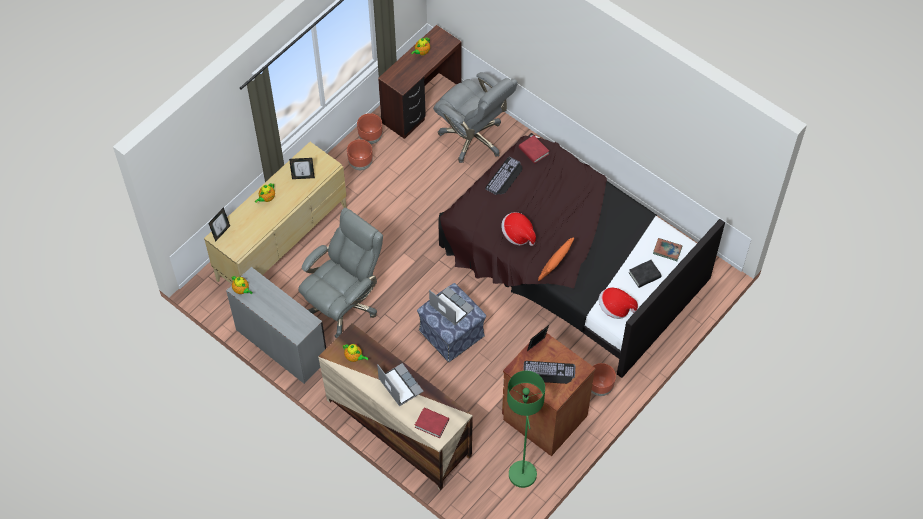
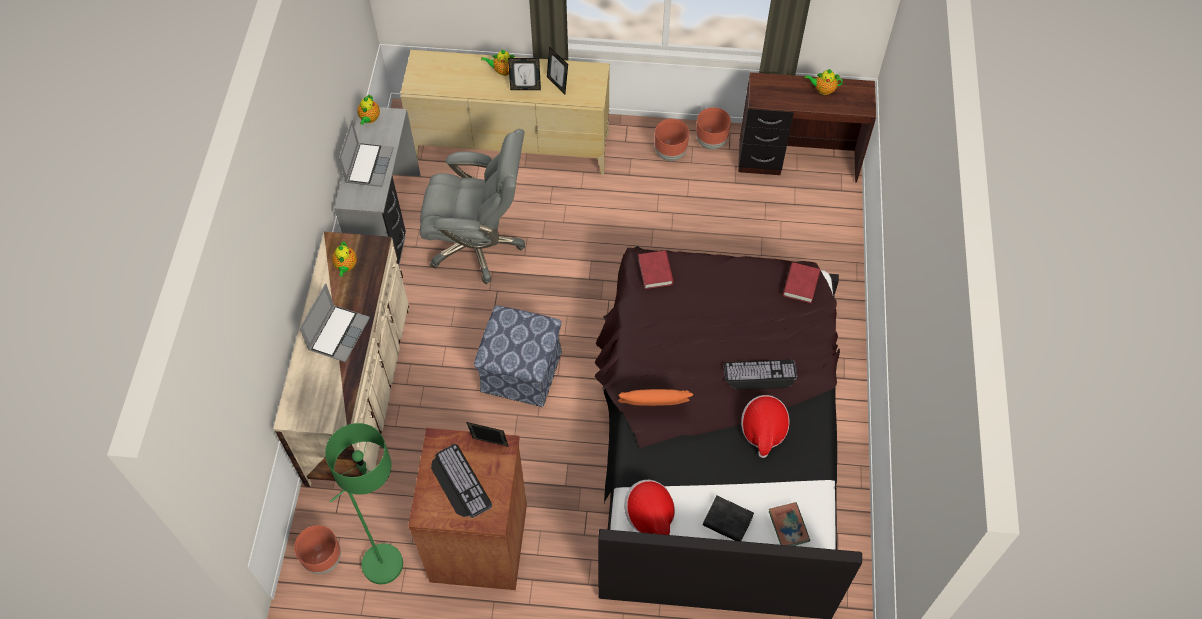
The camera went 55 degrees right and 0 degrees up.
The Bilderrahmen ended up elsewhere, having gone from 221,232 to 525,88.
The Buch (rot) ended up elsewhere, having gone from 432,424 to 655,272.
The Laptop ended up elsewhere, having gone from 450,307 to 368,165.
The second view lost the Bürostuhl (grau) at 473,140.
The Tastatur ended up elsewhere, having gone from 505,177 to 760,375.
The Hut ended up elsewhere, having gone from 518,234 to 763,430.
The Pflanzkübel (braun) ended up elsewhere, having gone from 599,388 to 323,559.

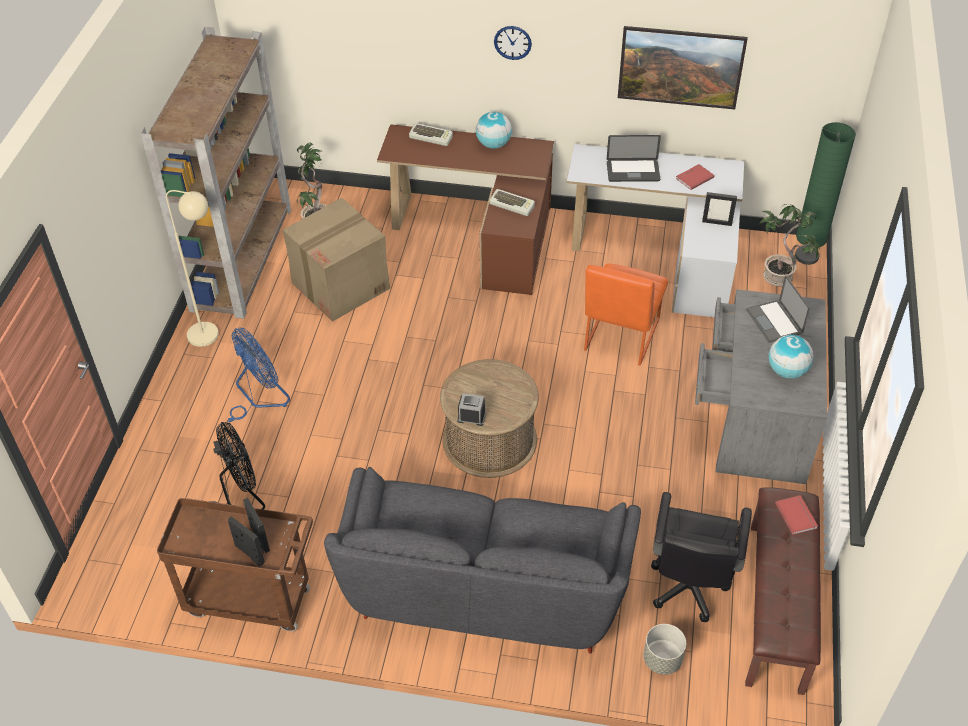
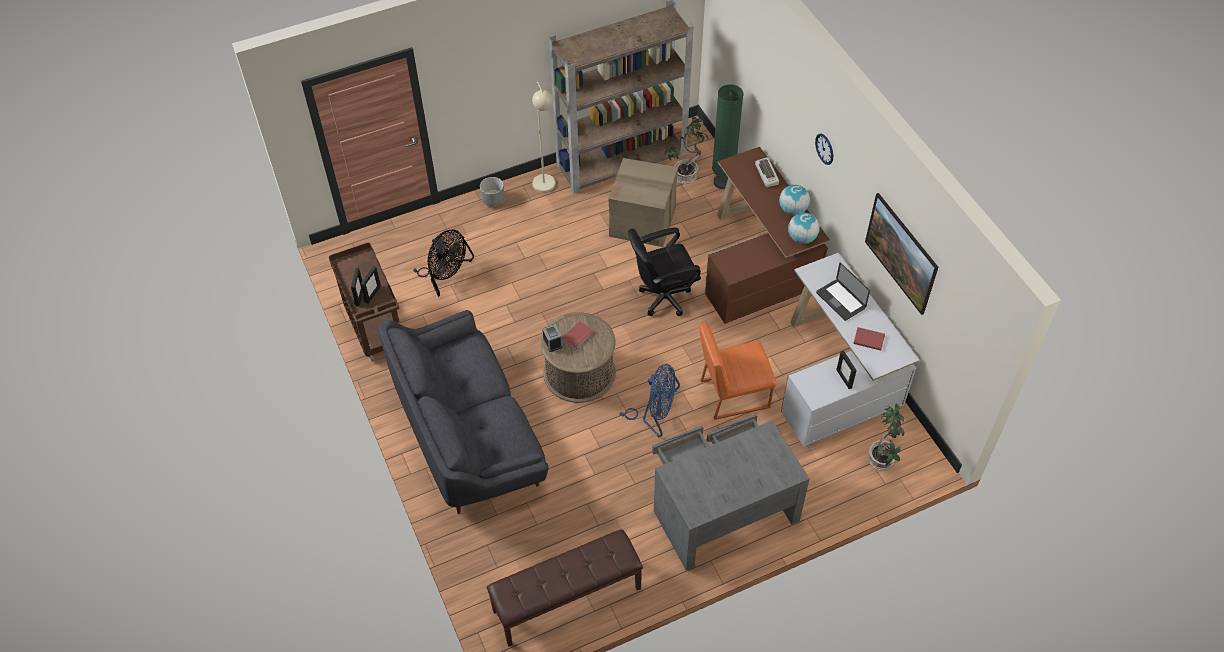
The camera went 55 degrees right and 5 degrees up.
The Ventilator (blau) ended up elsewhere, having gone from 256,393 to 655,412.
The second view lost the Tastatur at 513,205.
The Pflanzkübel (grau) ended up elsewhere, having gone from 662,660 to 493,200.
The Bürostuhl (schwarz) ended up elsewhere, having gone from 688,592 to 662,300.
The second view lost the Laptop at 775,322.
The Globus ended up elsewhere, having gone from 787,371 to 802,238.
The Buch (rot) ended up elsewhere, having gone from 797,515 to 579,336.
The Stehlampe (grün) ended up elsewhere, having gone from 806,256 to 722,182.

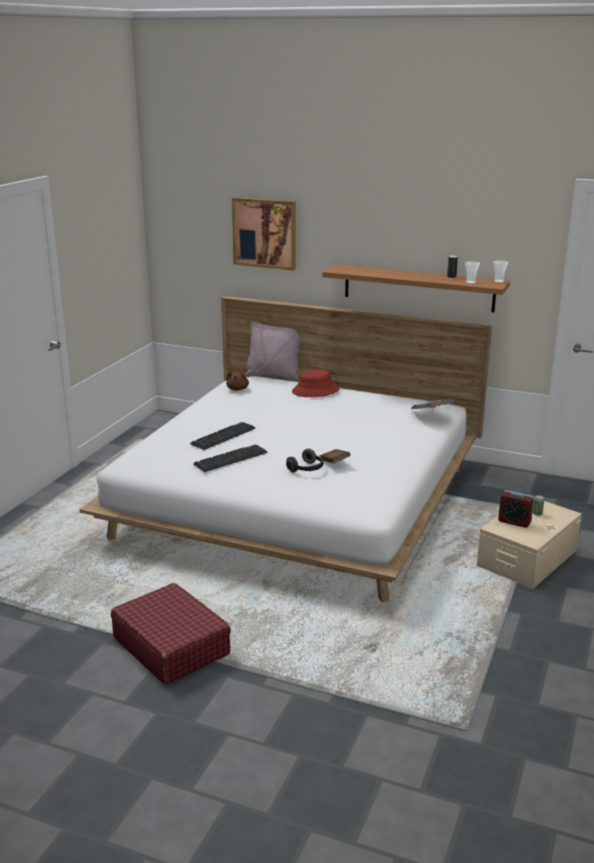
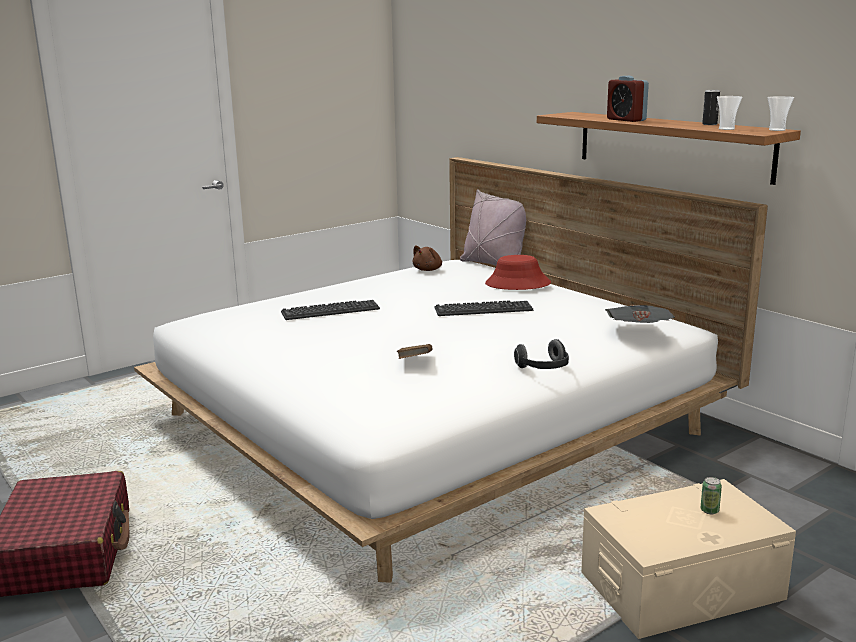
The camera went 30 degrees right and 5 degrees down.
The Tastatur ended up elsewhere, having gone from 230,459 to 483,309.
The second view lost the Bild at 264,233.
The Kopfhörer ended up elsewhere, having gone from 307,469 to 544,369.
The Wecker ended up elsewhere, having gone from 514,522 to 626,120.

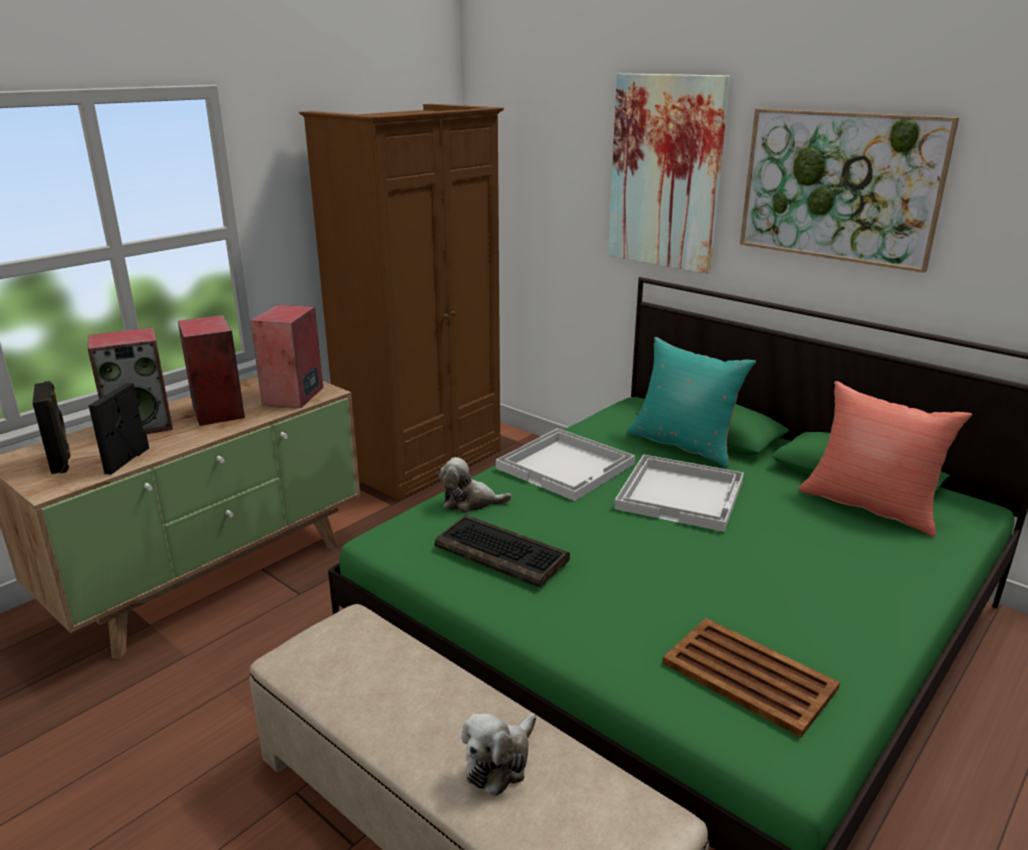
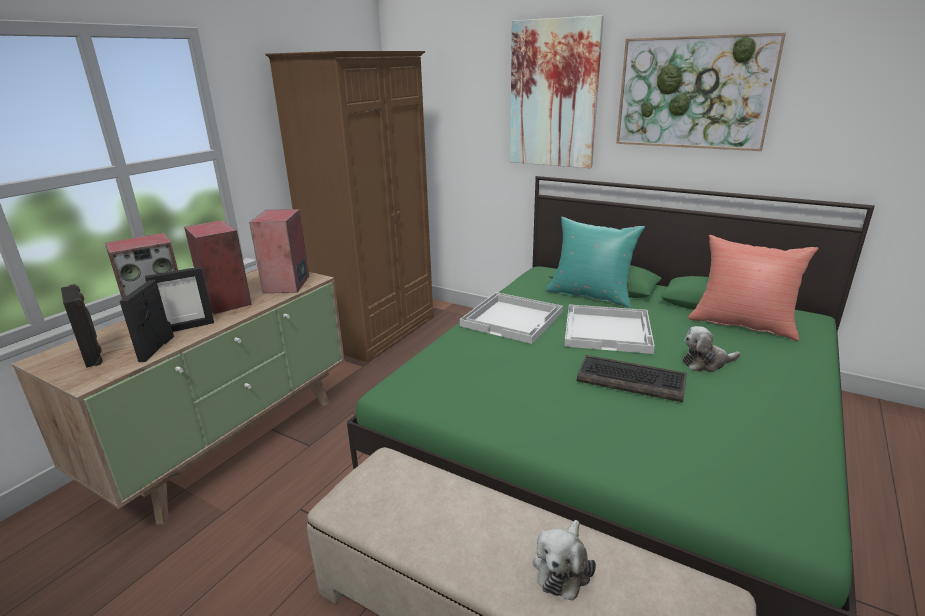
The camera went 10 degrees left and 0 degrees up.
The Tastatur ended up elsewhere, having gone from 503,553 to 632,380.
The Plüschtier ended up elsewhere, having gone from 470,502 to 706,363.
The second view lost the Tablett (braun) at 747,674.
The second view gained the Bilderrahmen at 187,327.

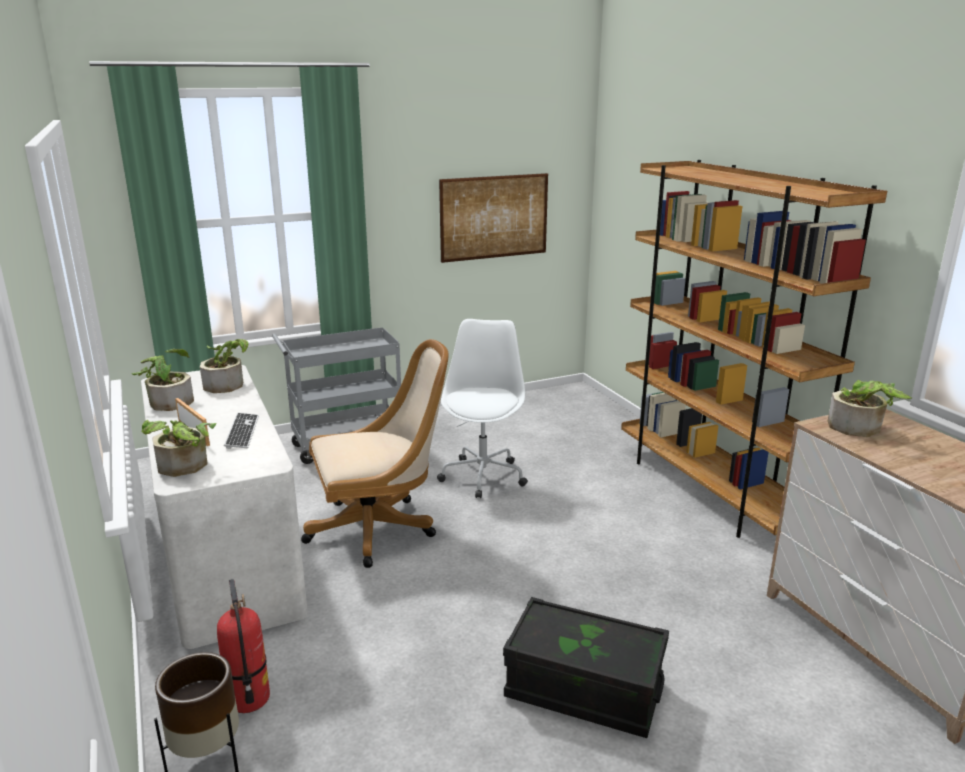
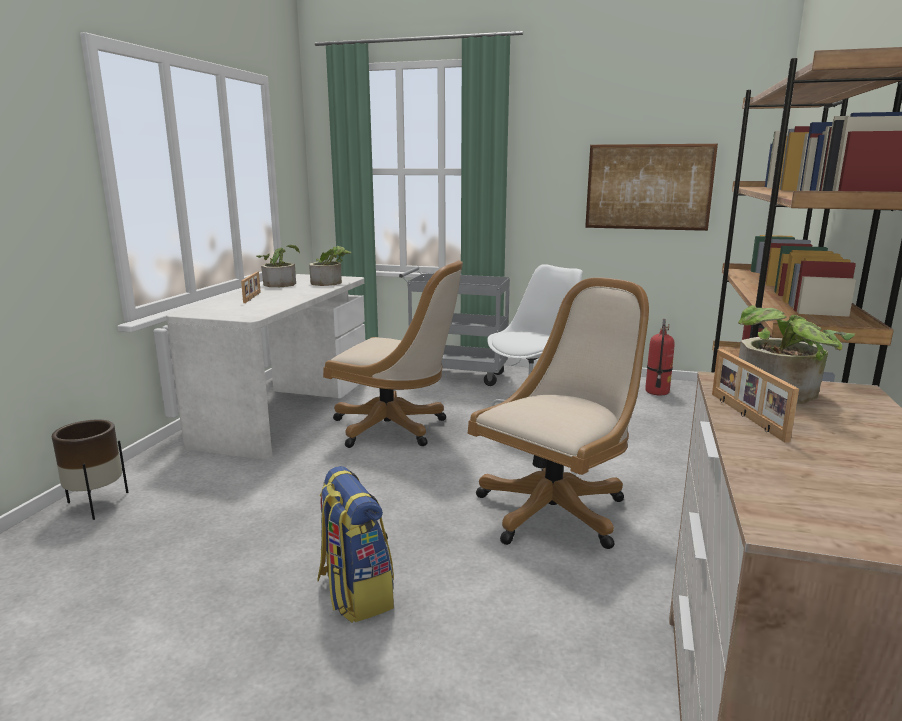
The camera went 40 degrees right and 5 degrees down.
The second view lost the Topfpflanze at 184,468.
The Feuerlöscher ended up elsewhere, having gone from 248,699 to 656,391.
The second view lost the Tastatur at 242,432.
Where the Aufbewahrungsbox (schwarz) stood at 584,690, the Rucksack came to stand at 354,593.
The second view gained the Bürostuhl at 558,507.
The second view gained the Bilderrahmen at 745,416.

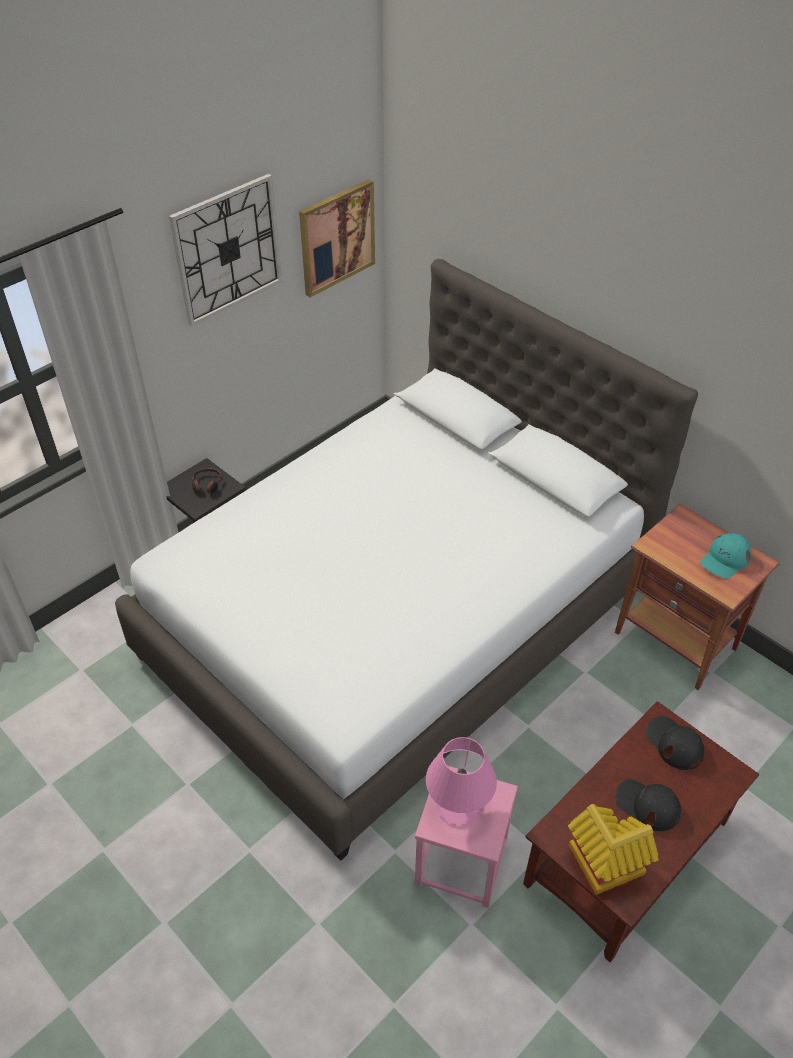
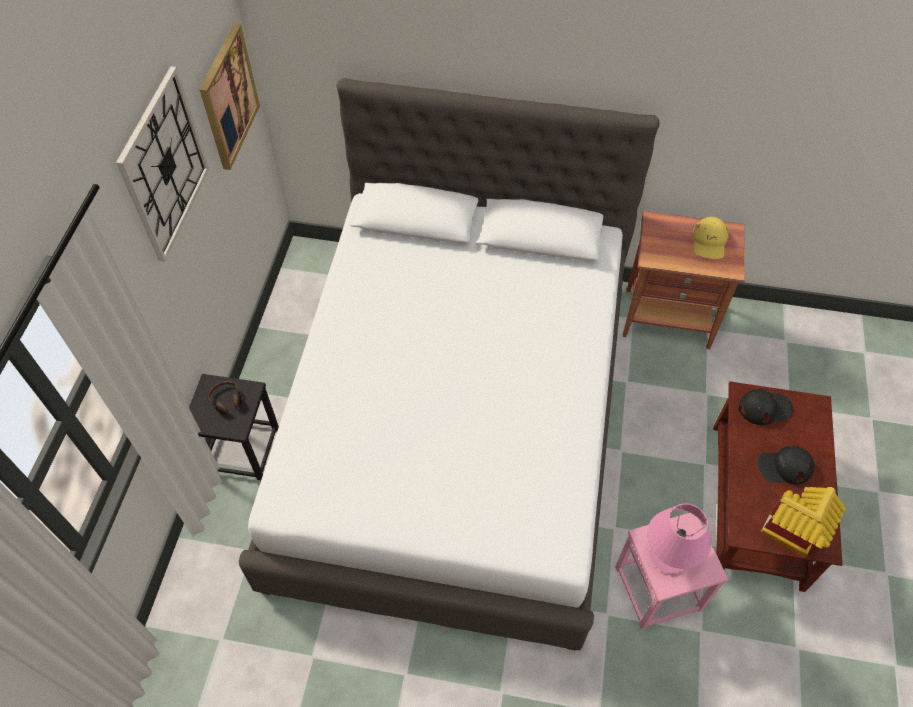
The camera went 35 degrees left and 10 degrees up.
The Kappe (schwarz) at 674,743 ended up facing another way, 150 degrees clockwise from before.
What was the Kappe (türkis) at 725,559 turned into the Kappe (gelb) at 709,241.

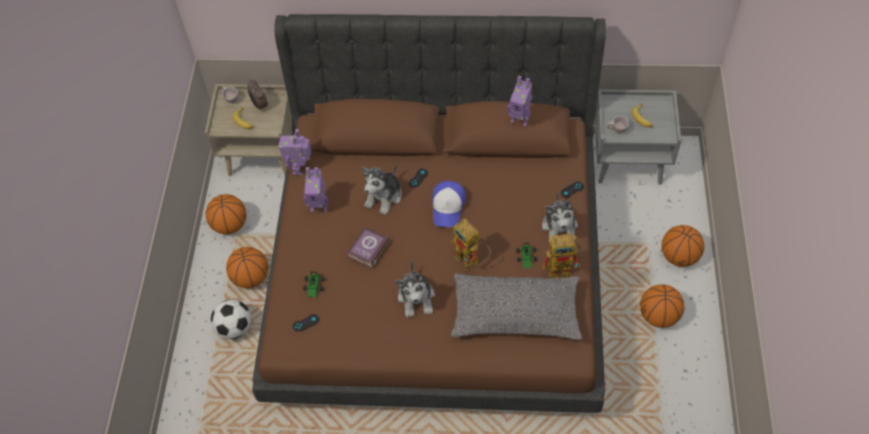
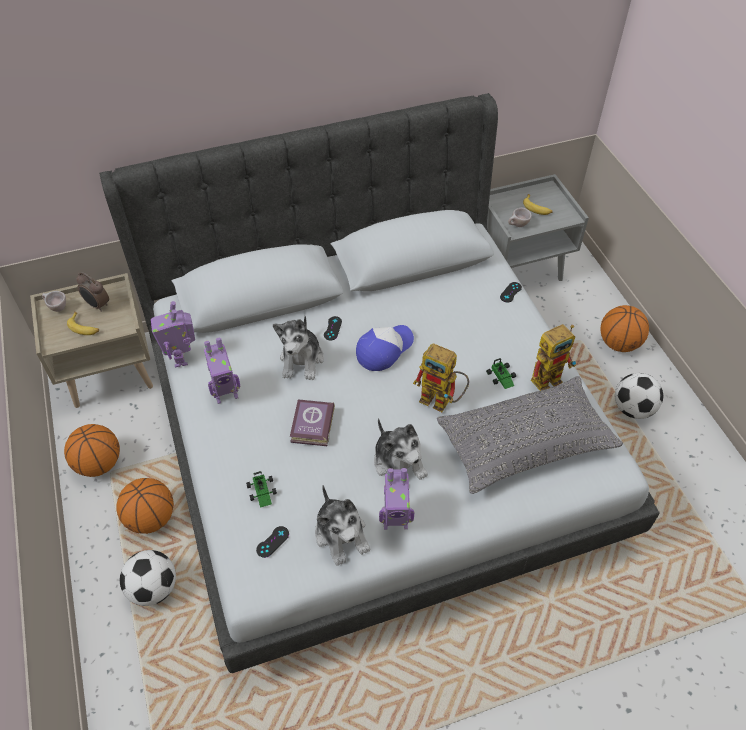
The camera went 25 degrees left and 5 degrees down.
What was the Bett (braun) at 437,266 turned into the Bett (grau) at 373,432.
The Kappe at 448,207 ended up facing another way, 120 degrees counterclockwise from before.
The Spielzeugroboter ended up elsewhere, having gone from 520,120 to 395,520.
The Plüschtier ended up elsewhere, having gone from 560,227 to 341,534.
Where the Basketball stood at 658,316, the Fußball came to stand at 632,409.

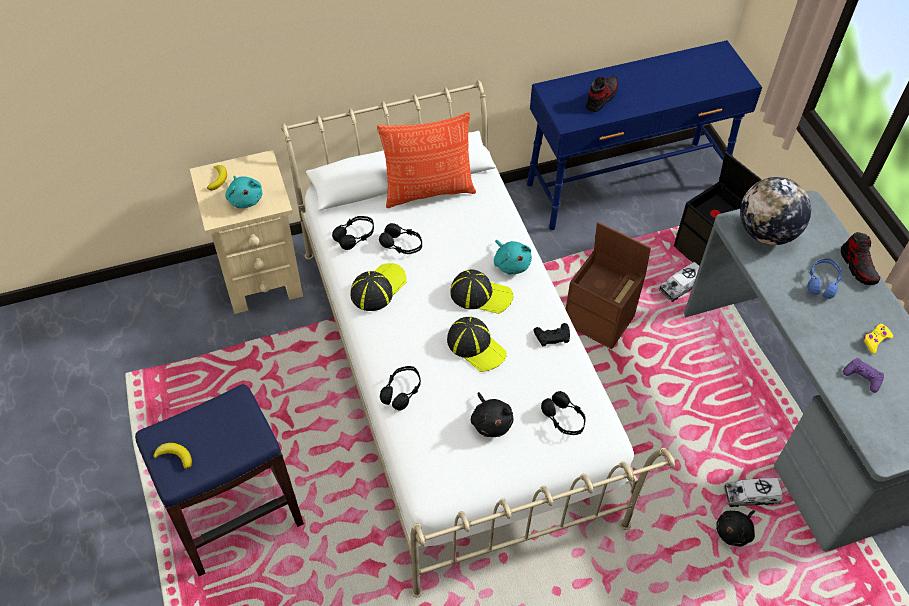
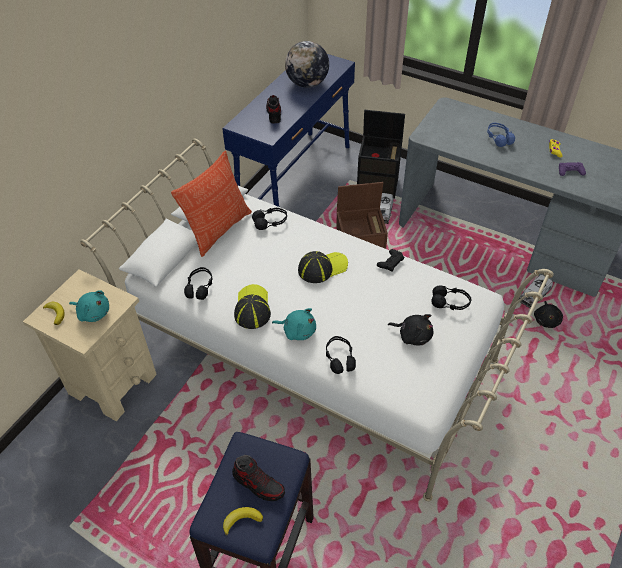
The camera went 40 degrees left and 5 degrees down.
The Kopfhörer (schwarz) ended up elsewhere, having gone from 402,245 to 270,222.
The second view lost the Kappe at 476,346.
The Plüschtier (türkis) ended up elsewhere, having gone from 511,263 to 297,331.
The Globus ended up elsewhere, having gone from 766,233 to 307,84.
The Schuh ended up elsewhere, having gone from 858,267 to 259,484.

